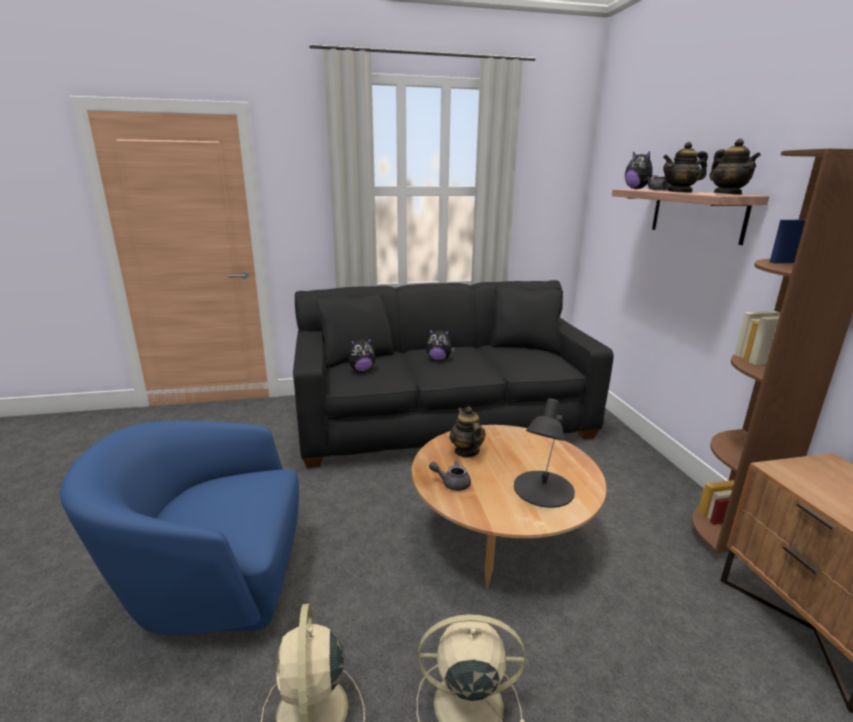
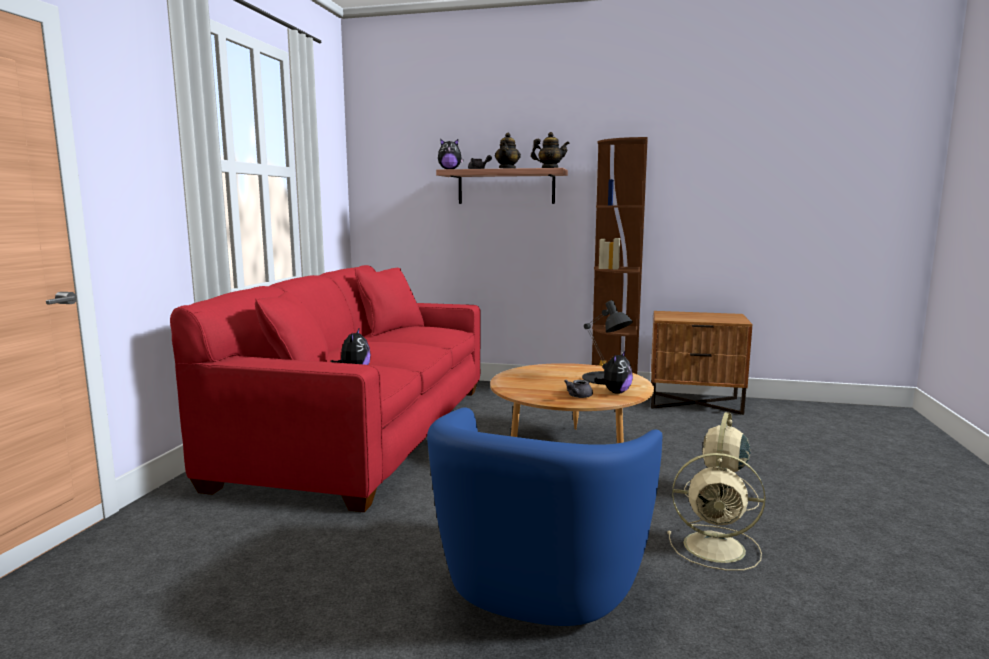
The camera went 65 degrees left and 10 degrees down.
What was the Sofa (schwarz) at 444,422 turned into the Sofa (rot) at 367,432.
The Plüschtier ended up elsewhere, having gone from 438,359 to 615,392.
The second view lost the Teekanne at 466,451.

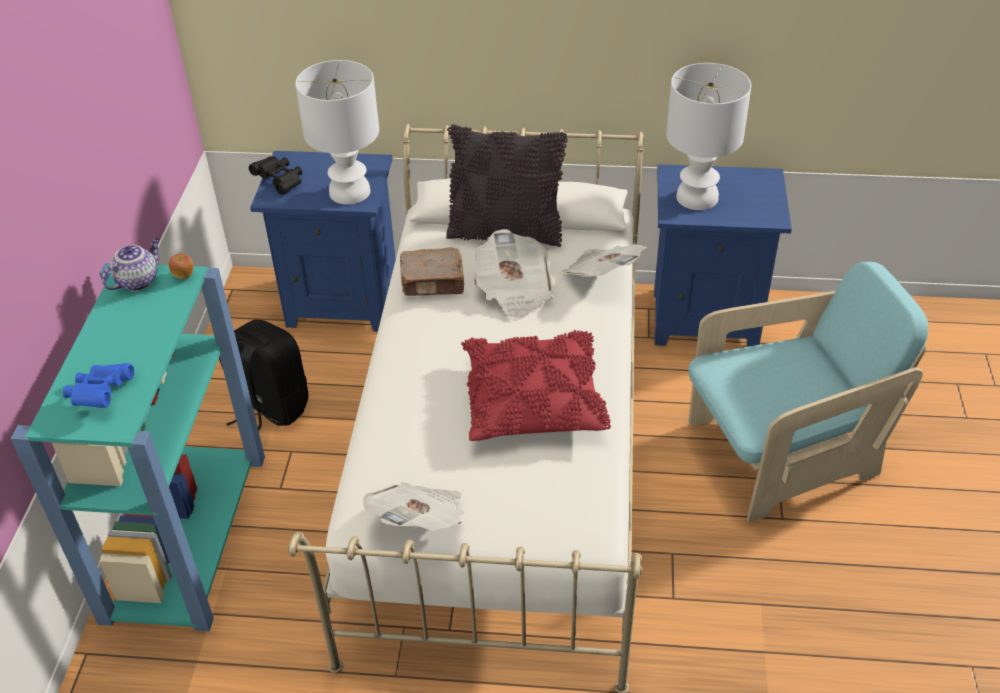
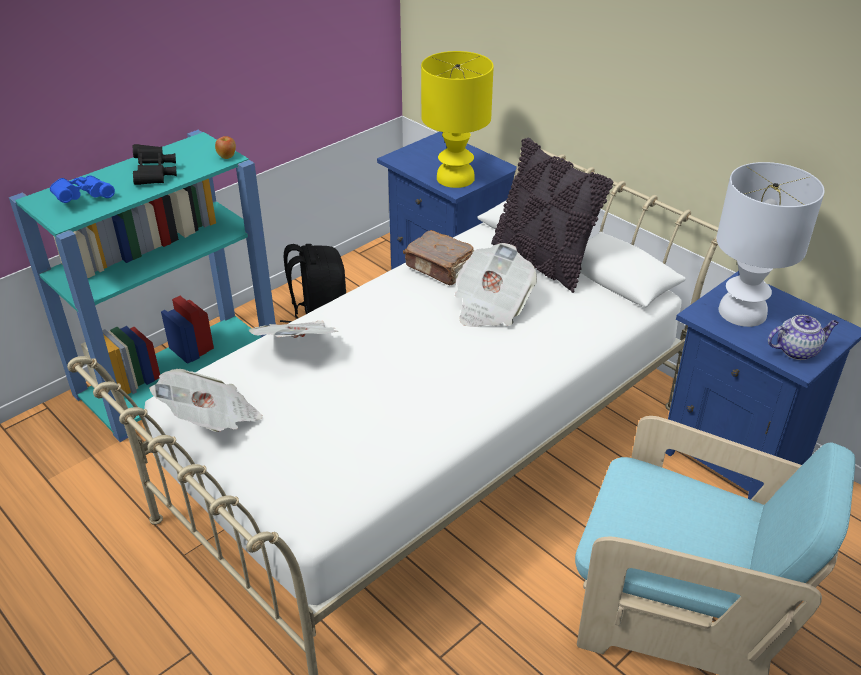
The camera went 40 degrees right and 5 degrees down.
The Teekanne ended up elsewhere, having gone from 138,280 to 797,350.
The Fernglas (schwarz) ended up elsewhere, having gone from 280,181 to 155,174.
What was the Tischlampe (weiß) at 350,193 turned into the Tischlampe (gelb) at 455,179.
The second view lost the Kissen (rot) at 533,400.
The Zeitung ended up elsewhere, having gone from 603,276 to 298,347.

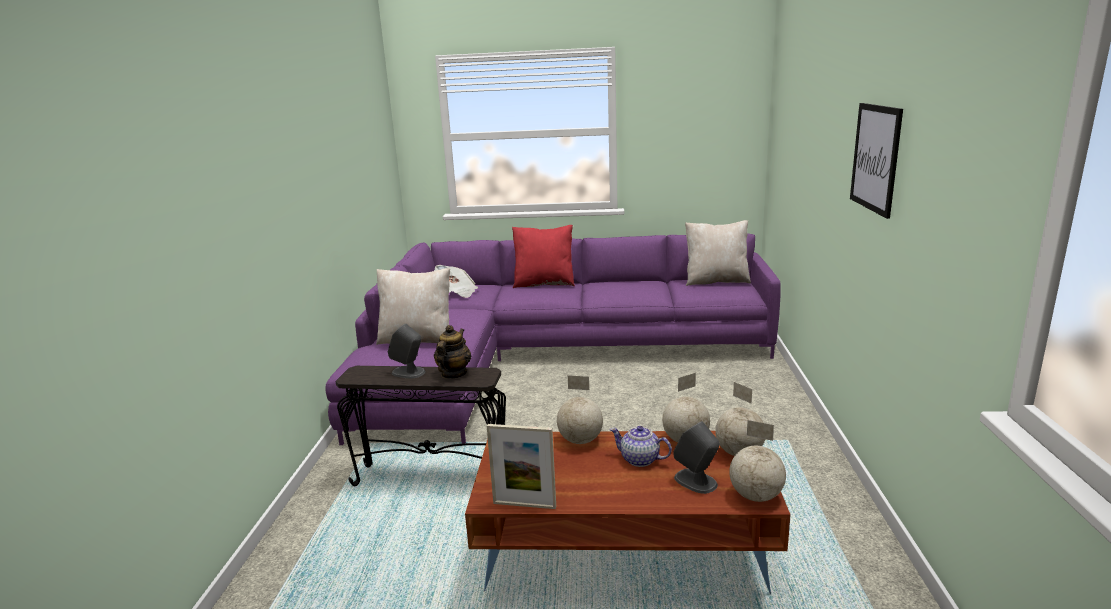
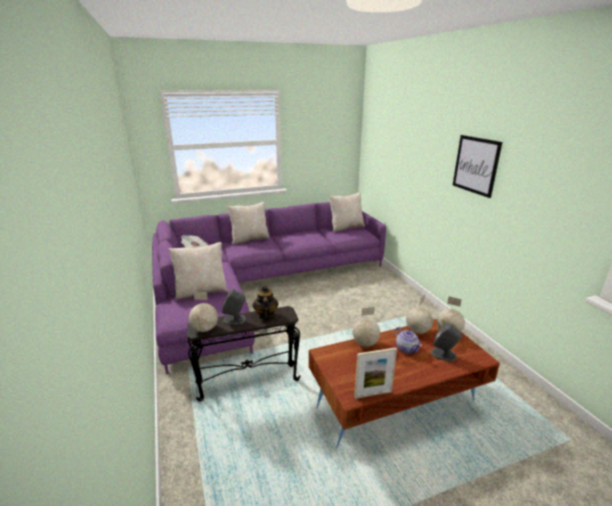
The camera went 25 degrees left and 5 degrees up.
What was the Kissen (rot) at 544,284 turned into the Kissen (beige) at 249,239.
The Teekanne at 640,460 ended up facing another way, 120 degrees counterclockwise from before.
The Globus ended up elsewhere, having gone from 755,496 to 204,329.

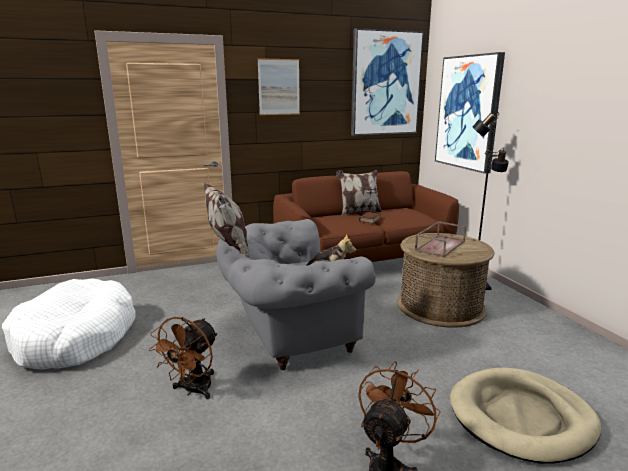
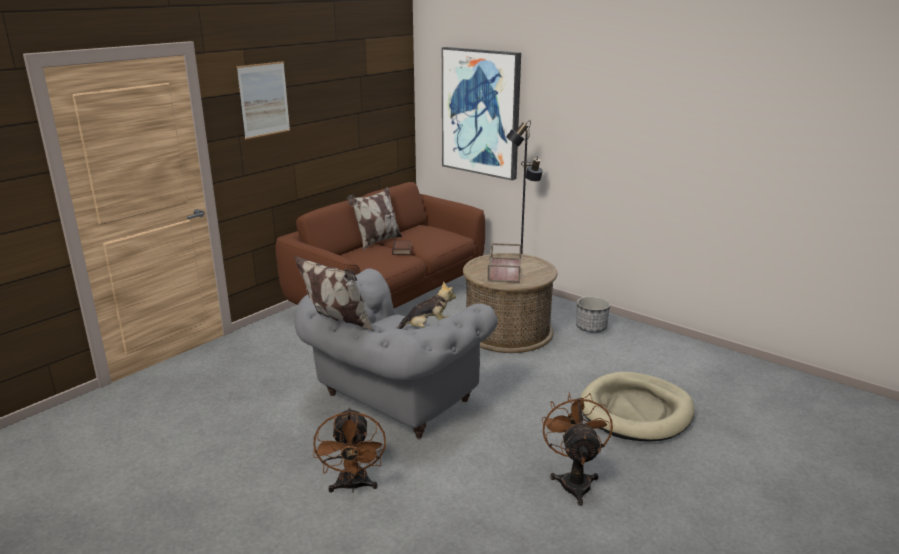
The camera went 30 degrees left and 5 degrees up.
The second view lost the Hundebett (weiß) at 76,337.
The second view lost the Bild at 385,83.
The second view gained the Pflanzkübel at 591,327.

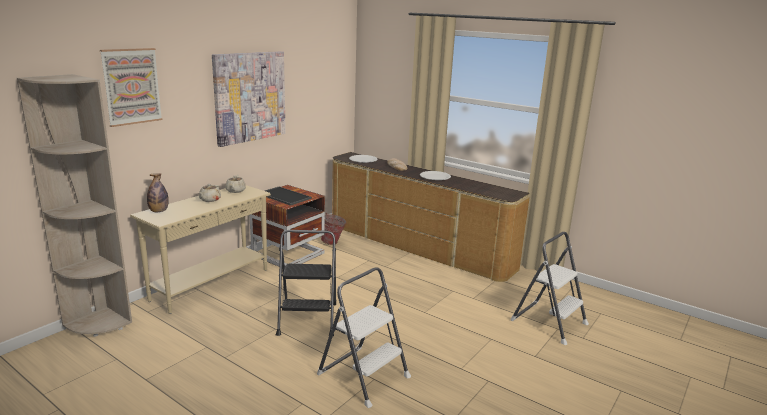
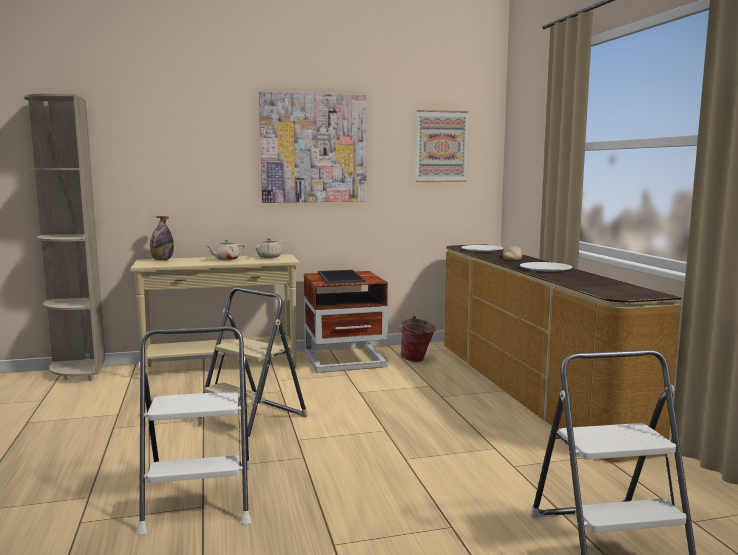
The camera went 40 degrees right and 10 degrees down.
The Bild ended up elsewhere, having gone from 131,86 to 441,146.
What was the Trittleiter (schwarz) at 308,317 turned into the Trittleiter (beige) at 255,419.

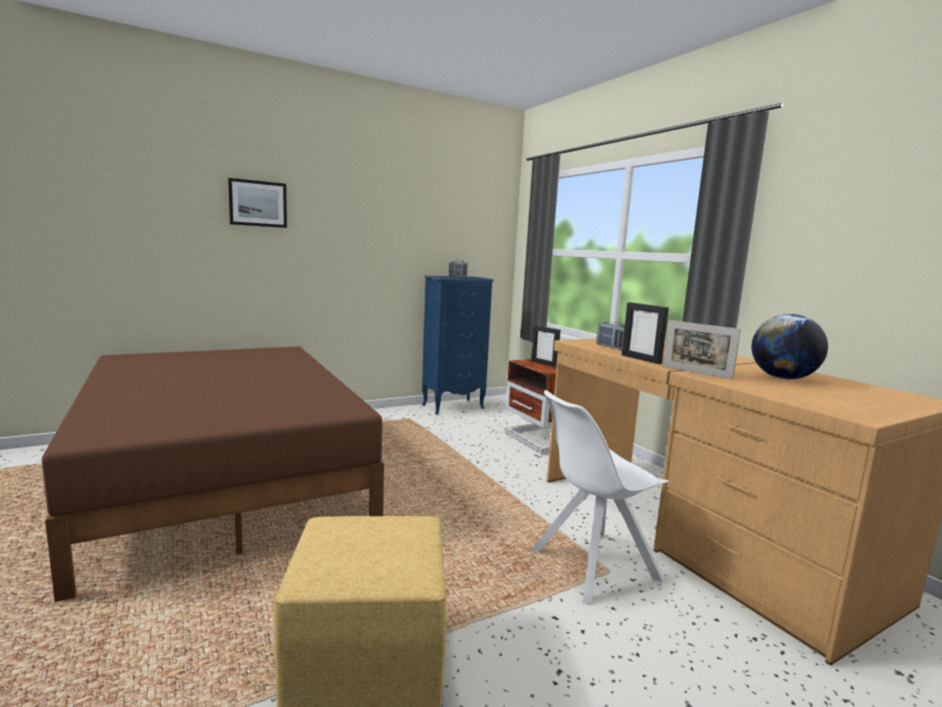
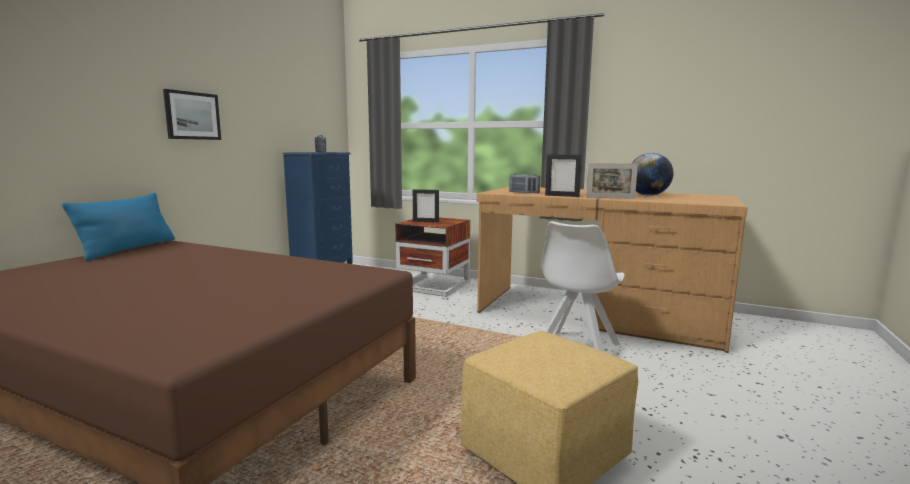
The camera went 35 degrees left and 0 degrees up.
The Bild ended up elsewhere, having gone from 258,203 to 192,116.
The second view gained the Kissen (blau) at 129,249.

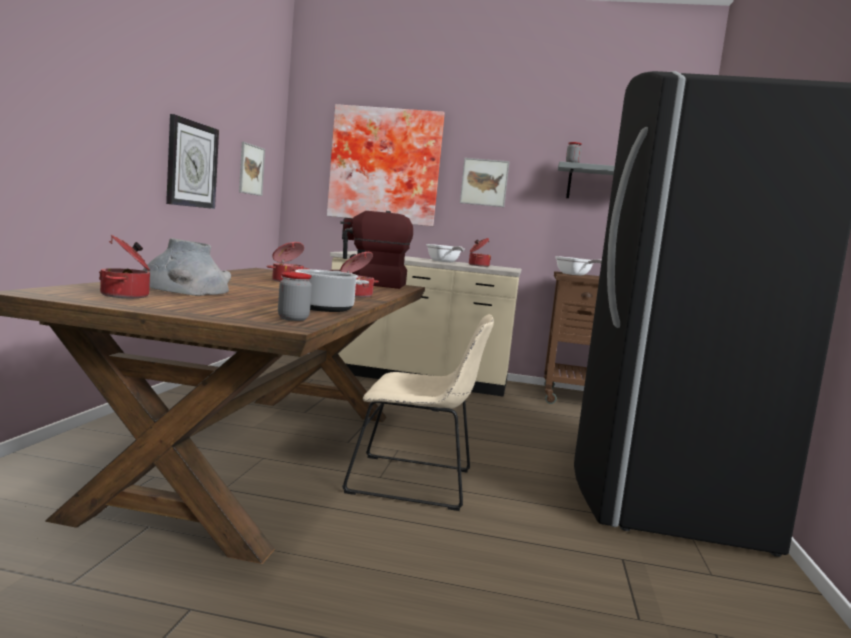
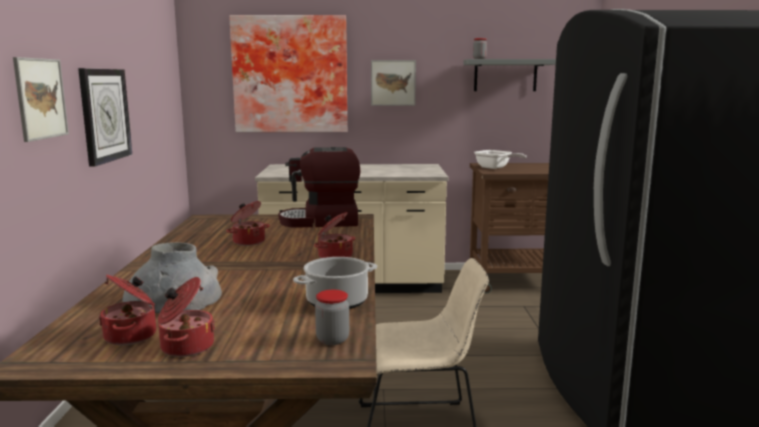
The camera went 10 degrees left and 5 degrees up.
The Bild ended up elsewhere, having gone from 251,169 to 41,98.
The second view lost the Pfanne at 444,261.
The Kochtopf ended up elsewhere, having gone from 478,265 to 186,346.

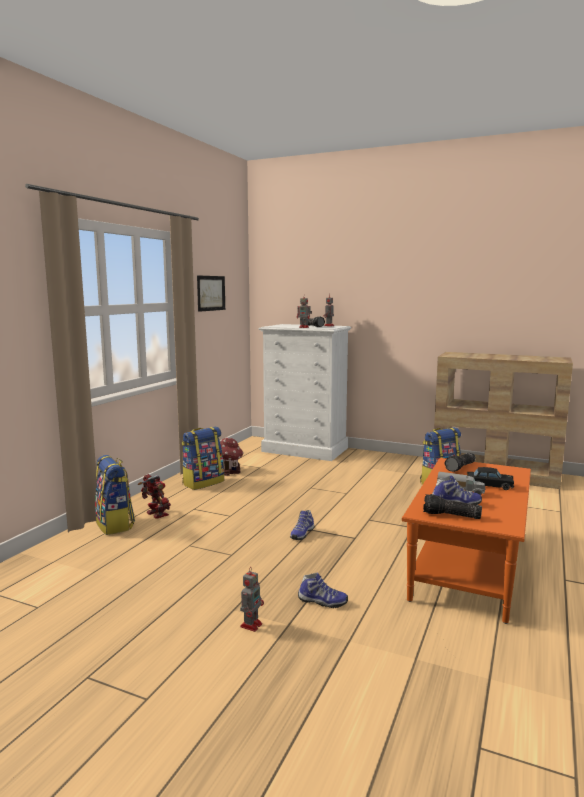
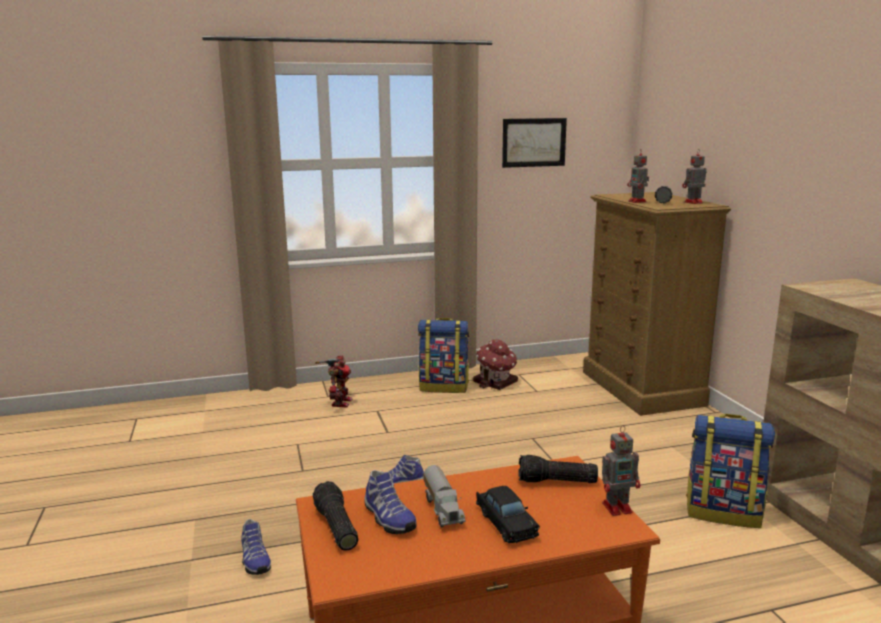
The camera went 50 degrees right and 5 degrees up.
The second view lost the Rucksack at 115,524.
The Spielzeugroboter ended up elsewhere, having gone from 251,624 to 618,507.
What was the Kommode (weiß) at 305,450 turned into the Kommode (braun) at 642,388.

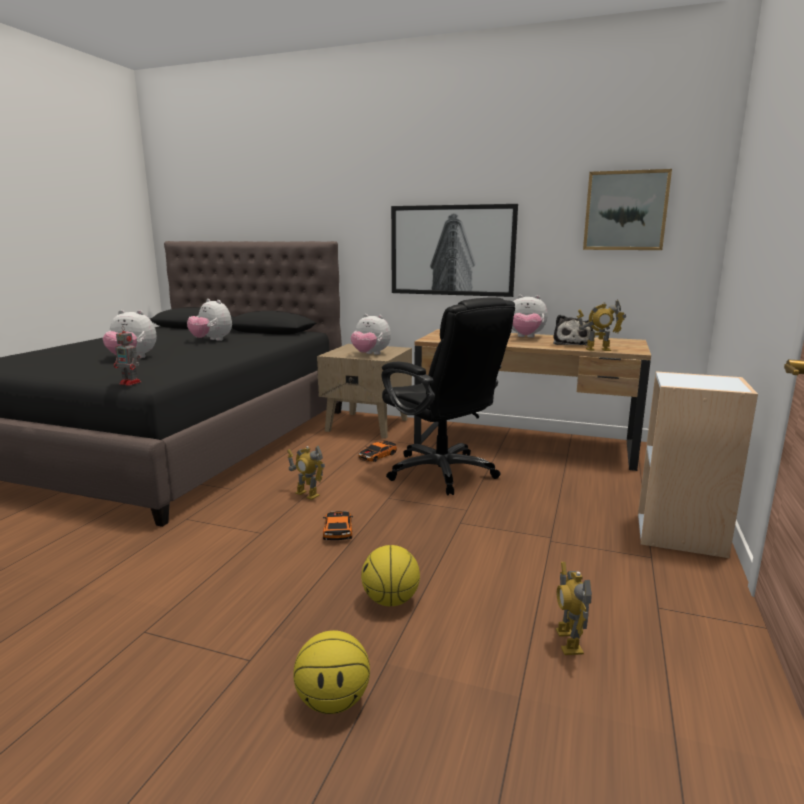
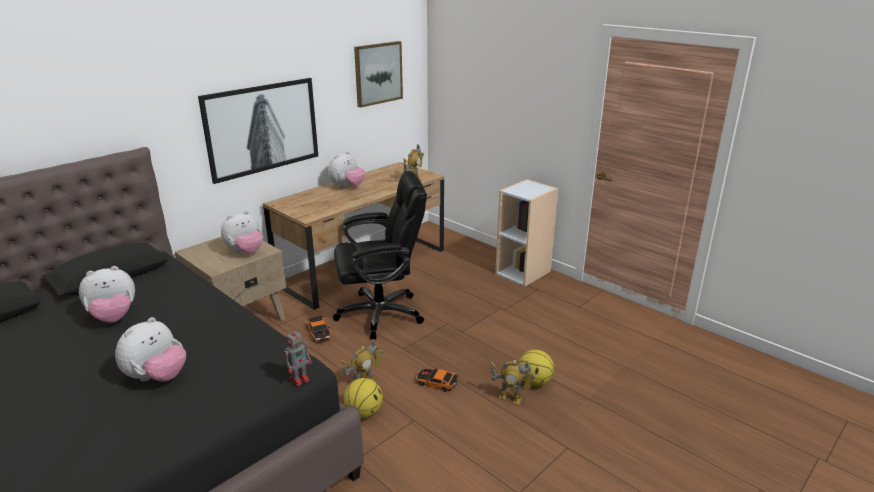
The camera went 65 degrees left and 10 degrees up.
The Basketball ended up elsewhere, having gone from 333,701 to 364,412.
The second view lost the Plüschtier at 572,343.
The Spielzeugroboter ended up elsewhere, having gone from 568,641 to 510,399.

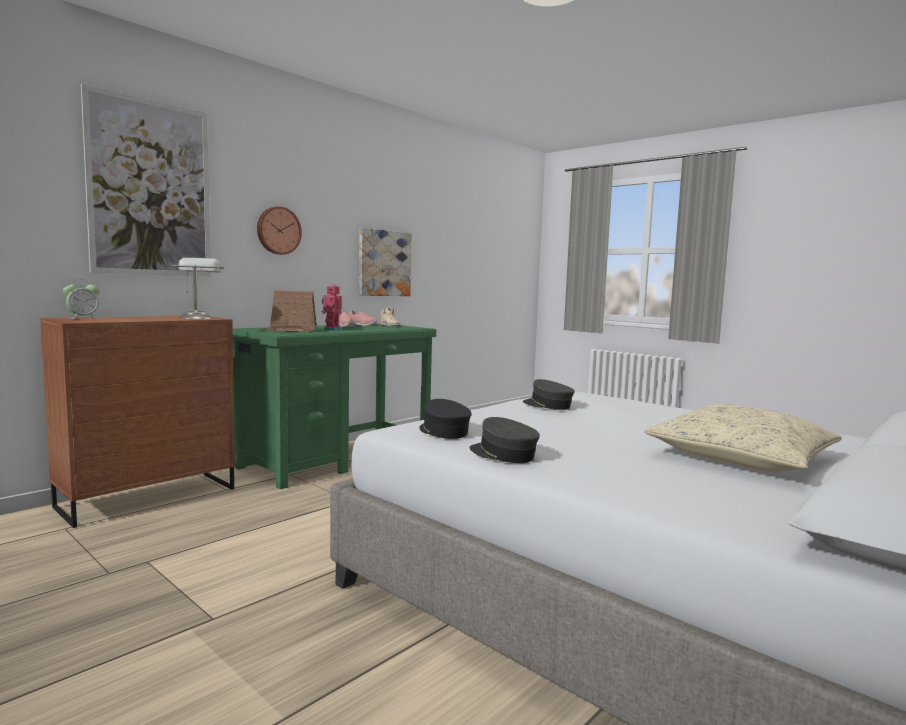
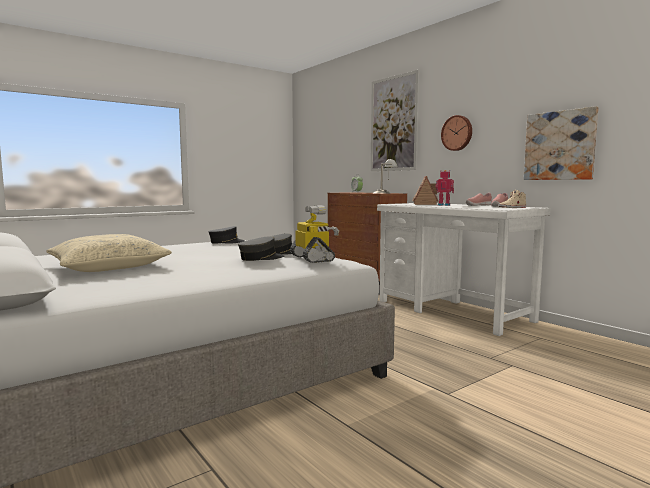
The camera went 100 degrees right and 0 degrees up.
What was the Schreibtisch (grün) at 337,458 turned into the Schreibtisch (weiß) at 453,310.
The Kappe (grau) ended up elsewhere, having gone from 503,454 to 261,258.
The second view gained the Spielzeugroboter at 313,258.

